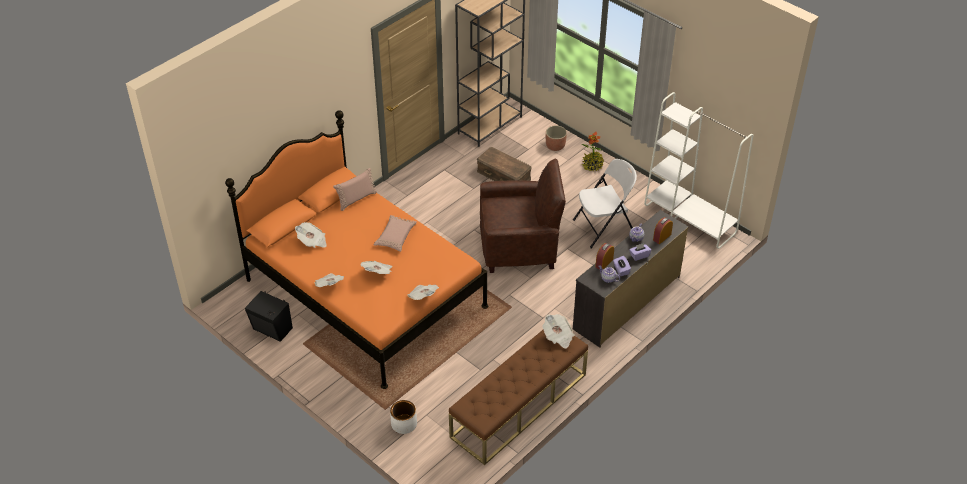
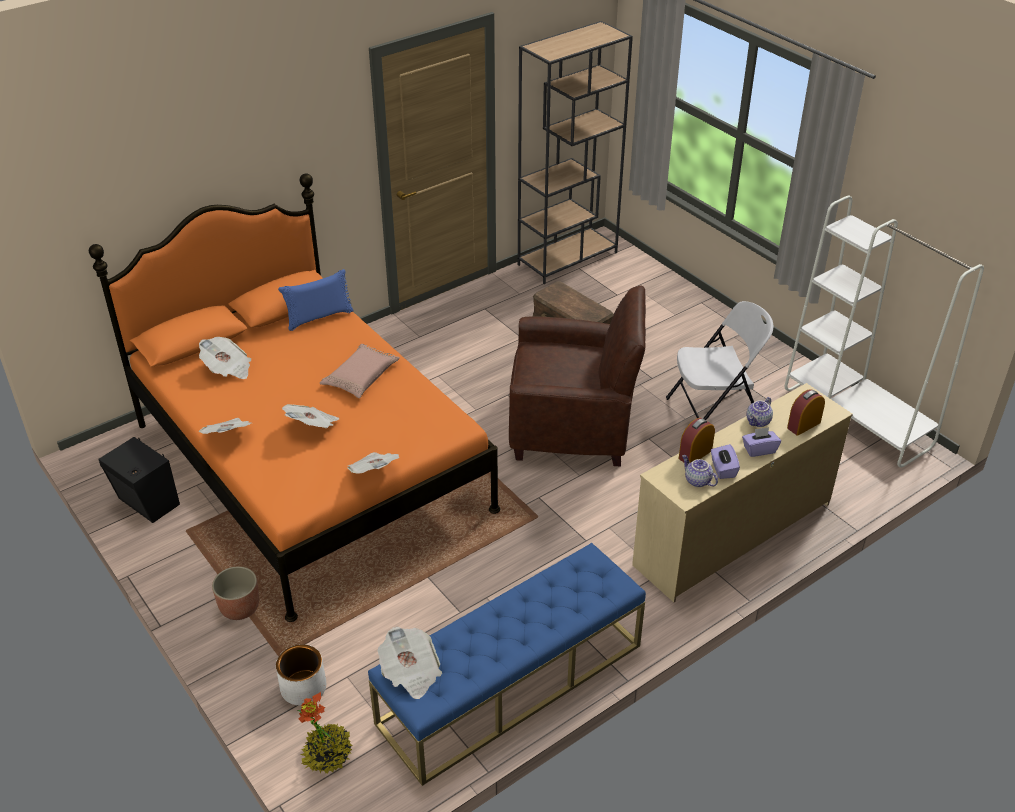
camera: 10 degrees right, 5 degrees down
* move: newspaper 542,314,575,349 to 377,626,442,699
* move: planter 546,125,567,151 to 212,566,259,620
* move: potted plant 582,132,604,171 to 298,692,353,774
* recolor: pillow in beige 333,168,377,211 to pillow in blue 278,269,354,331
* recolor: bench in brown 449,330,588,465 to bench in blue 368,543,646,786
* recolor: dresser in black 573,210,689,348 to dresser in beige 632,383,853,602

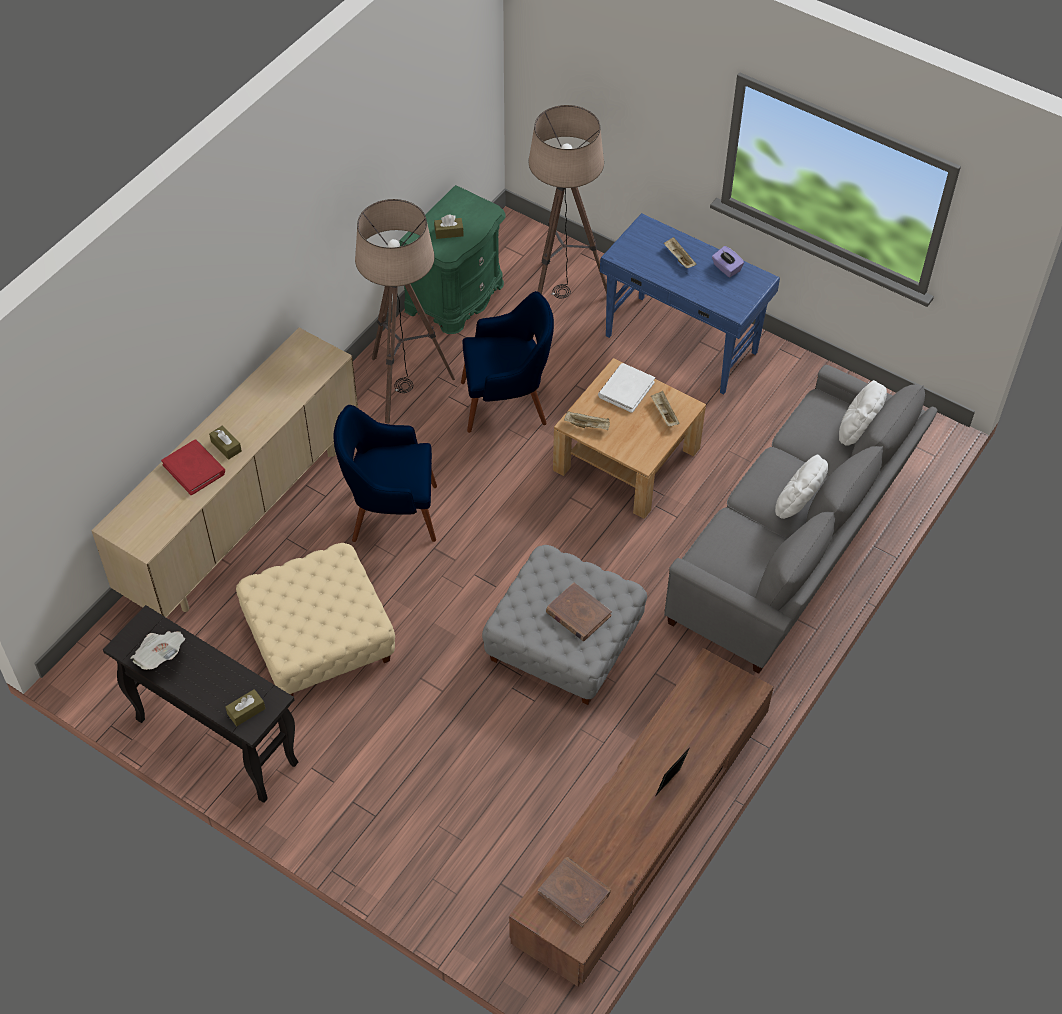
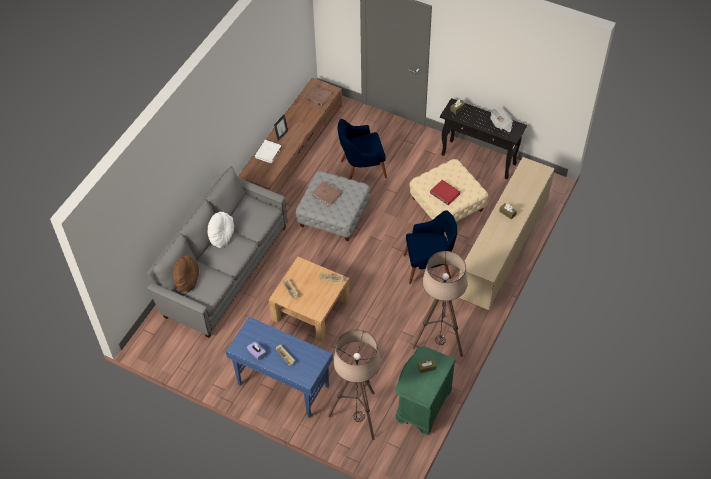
camera: 175 degrees right, 0 degrees up
* move: book in red 161,439,225,495 to 430,180,460,205
* move: armchair in blue 461,291,554,433 to 338,119,387,179
* move: book in white 598,363,655,413 to 255,140,282,163
* recolor: pillow in white 839,380,887,446 to pillow in brown 173,255,199,293

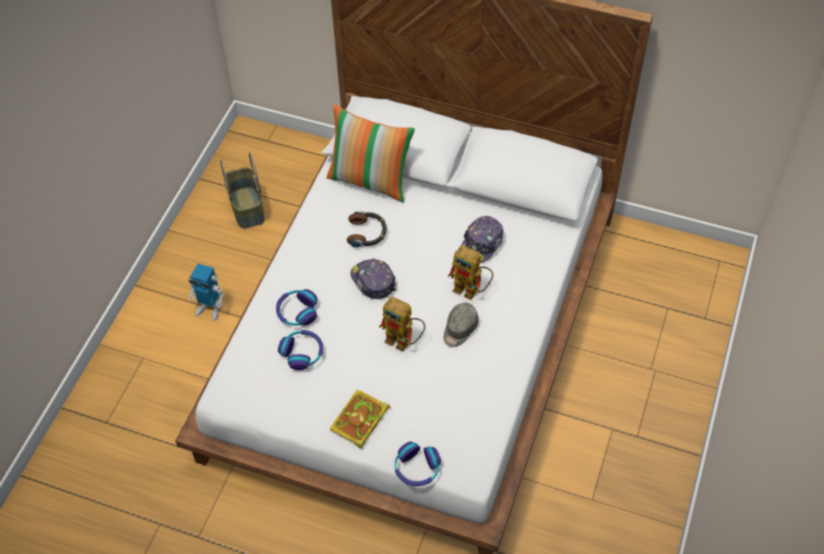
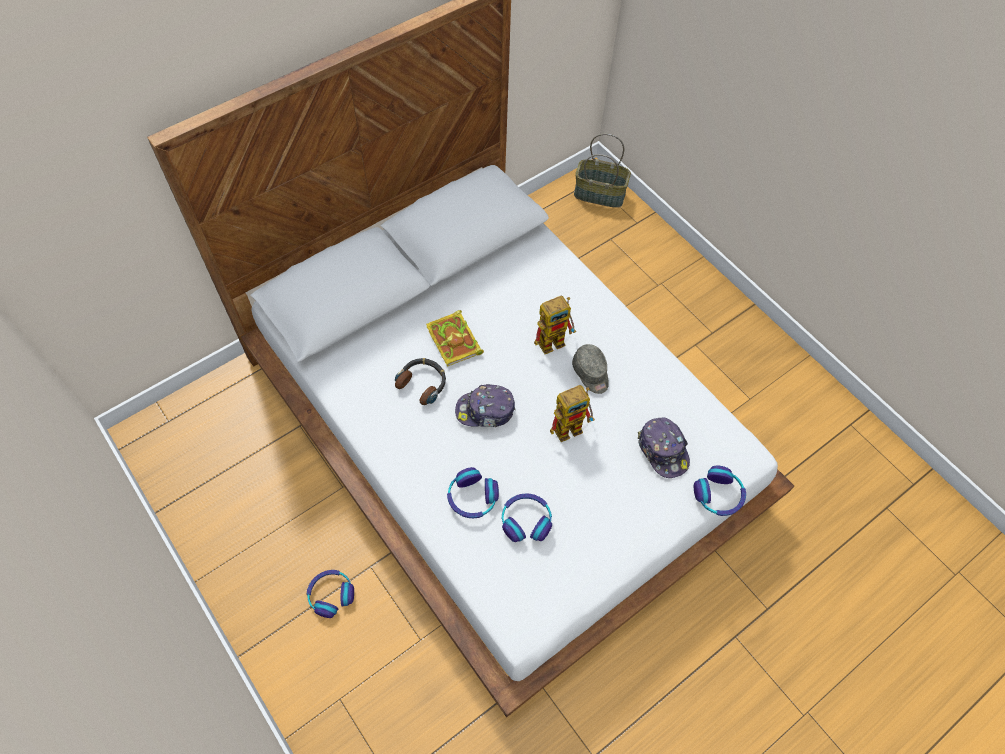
camera: 60 degrees left, 5 degrees up
* delete: pillow 327,104,415,203
* move: basket 220,152,265,229 to 574,134,631,208
* move: book 330,389,390,449 to 426,310,484,367
* move: cap 462,216,503,263 to 638,418,690,478
* replace: toy robot 188,264,225,321 to headphones 307,570,354,618

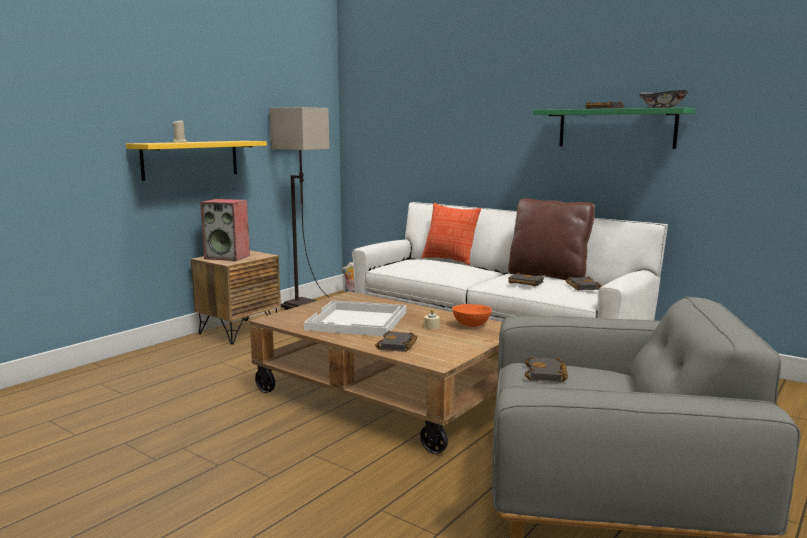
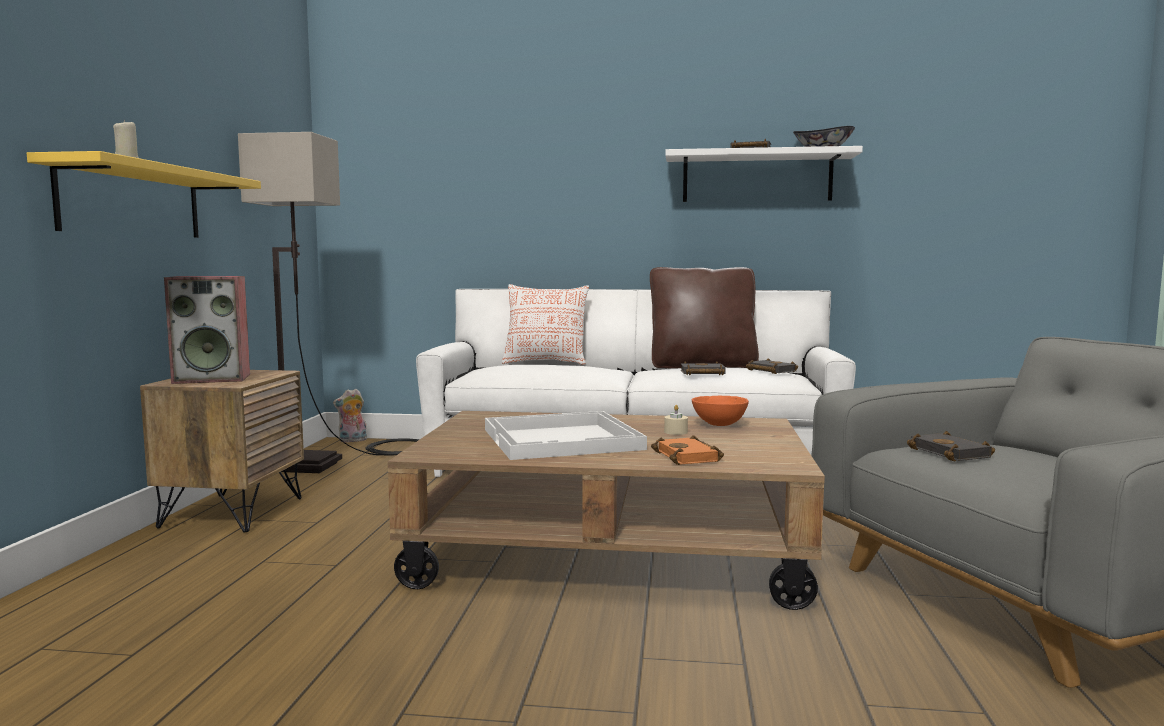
camera: 30 degrees left, 5 degrees down
* recolor: book in black 375,331,417,352 to book in orange 651,435,724,465
* recolor: pillow in orange 422,203,481,265 to pillow in white 502,284,589,365
* recolor: shelf in green 533,108,695,149 to shelf in white 665,146,863,202

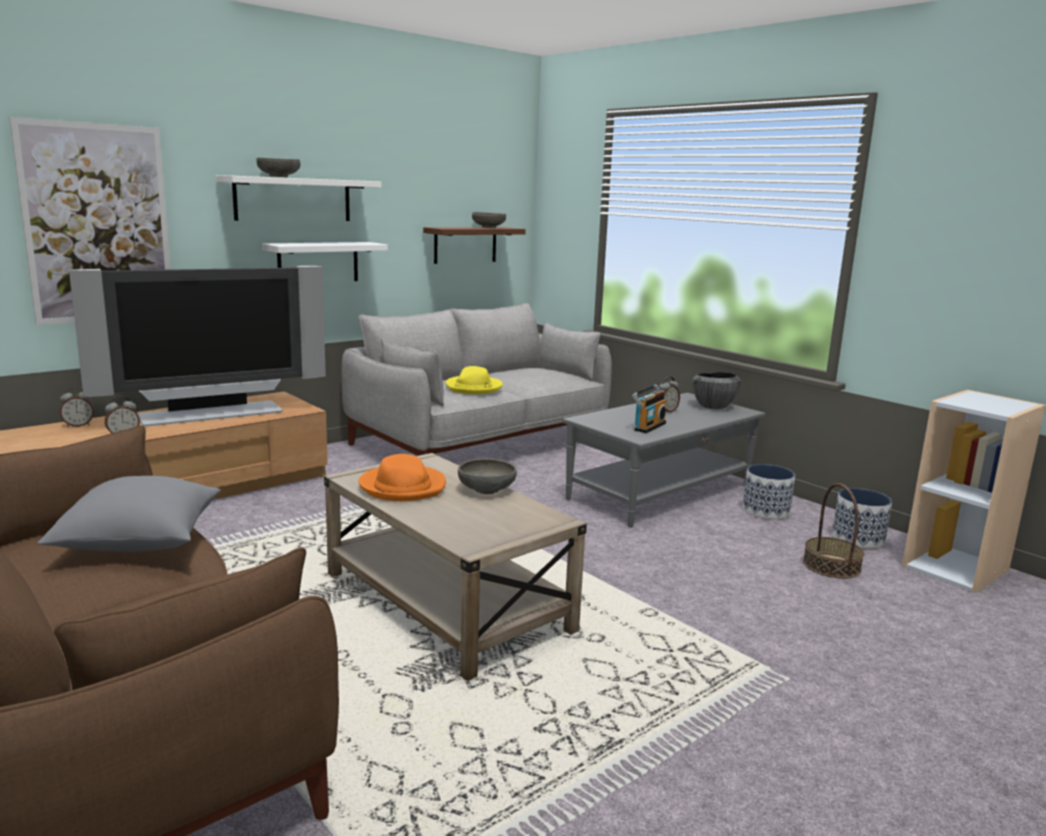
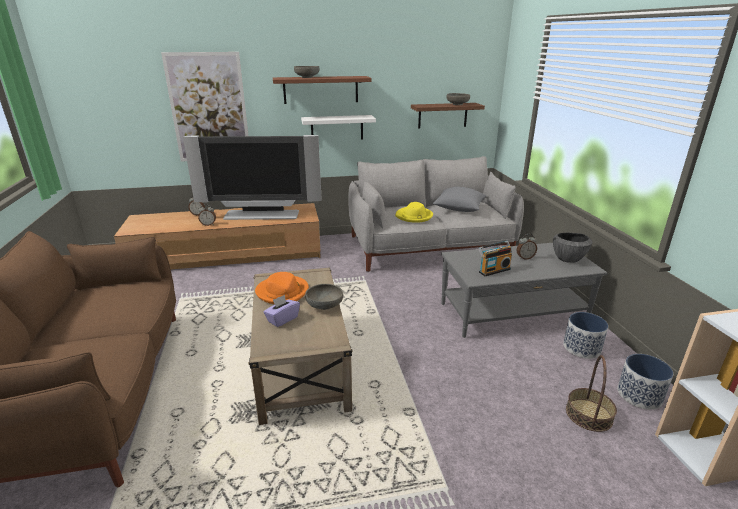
camera: 30 degrees right, 10 degrees up
* insert: tissue box in purple 263,295,300,327
* move: pillow in grey 37,476,221,552 to 433,187,486,212
* recolor: shelf in white 215,175,381,221 to shelf in brown 273,76,372,104

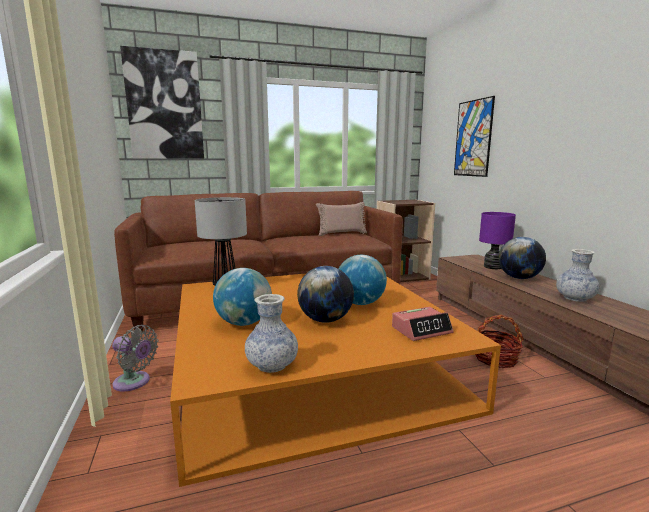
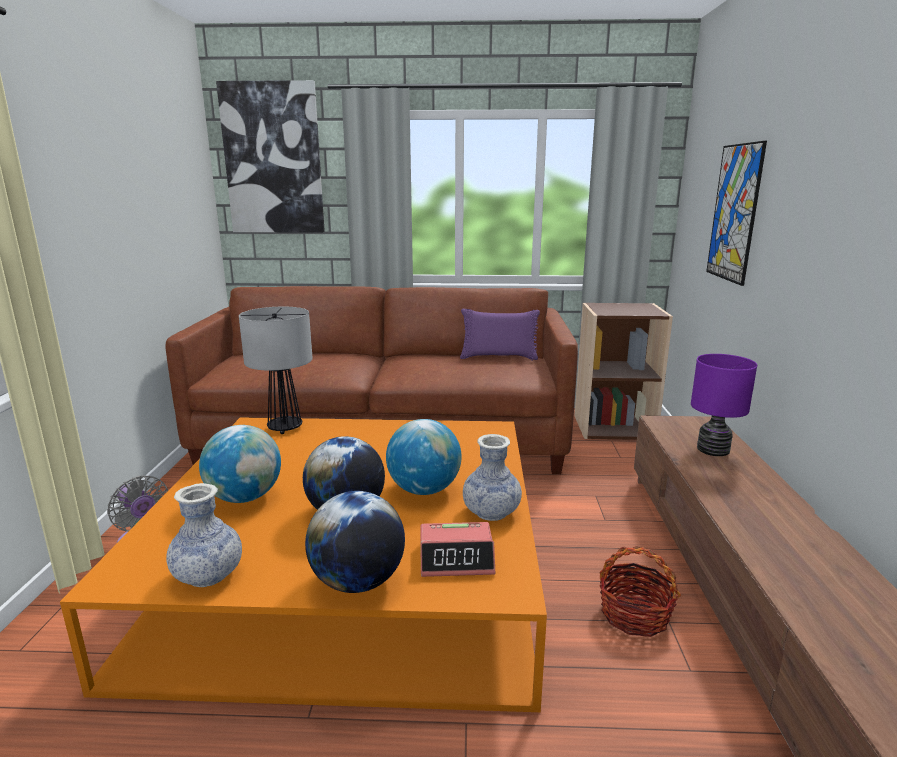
camera: 20 degrees right, 5 degrees up
* move: globe 499,237,546,279 to 305,491,405,593
* move: vase 556,249,600,302 to 463,434,522,521
* recolor: pillow in beige 316,202,367,236 to pillow in purple 460,309,540,360

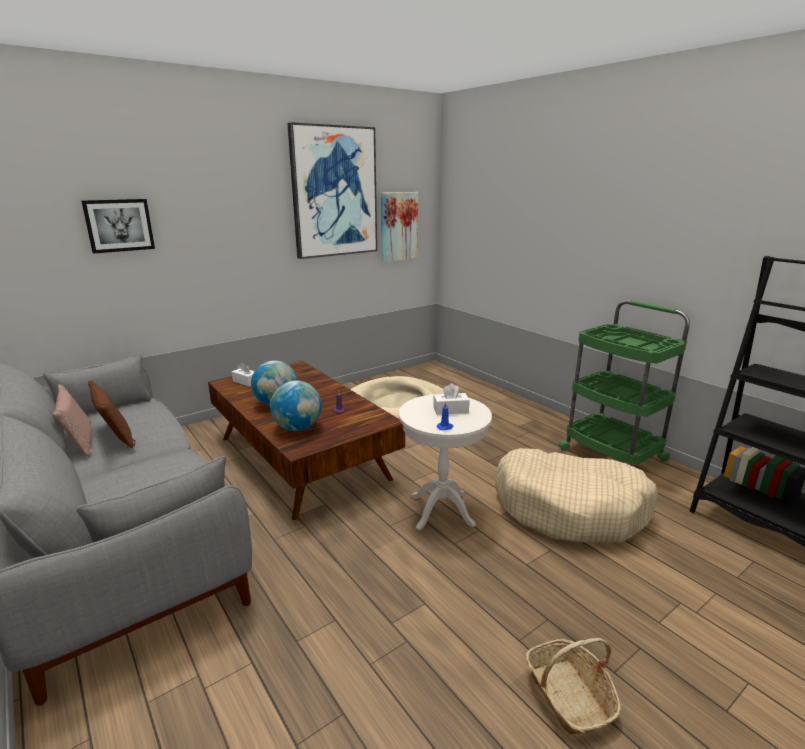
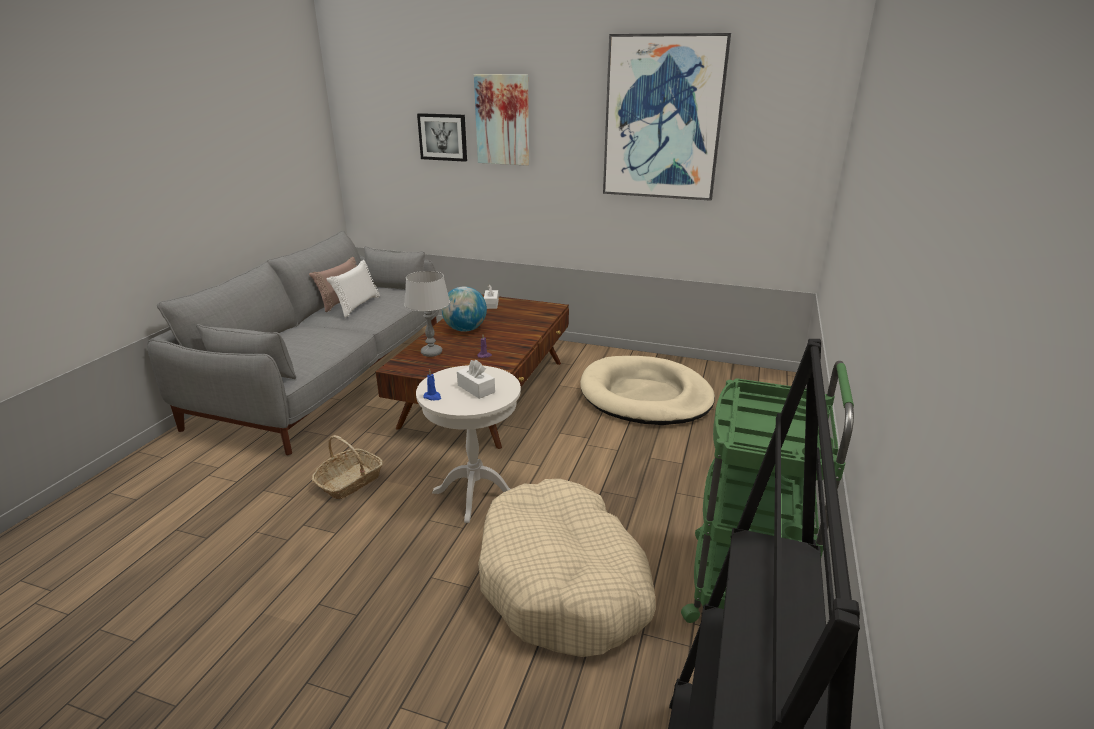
camera: 55 degrees right, 5 degrees up
* move: picture 381,192,418,262 to 474,74,529,166
* move: basket 525,638,621,734 to 312,435,383,499
* replace: globe 270,380,322,431 to table lamp in grey 404,271,450,357
* recolor: pillow in brown 88,381,136,448 to pillow in white 327,260,380,318

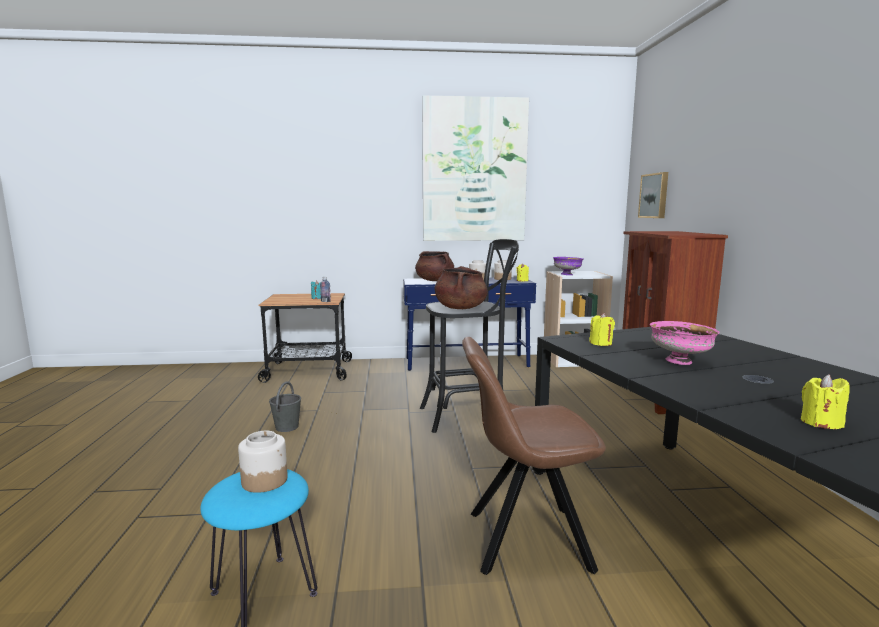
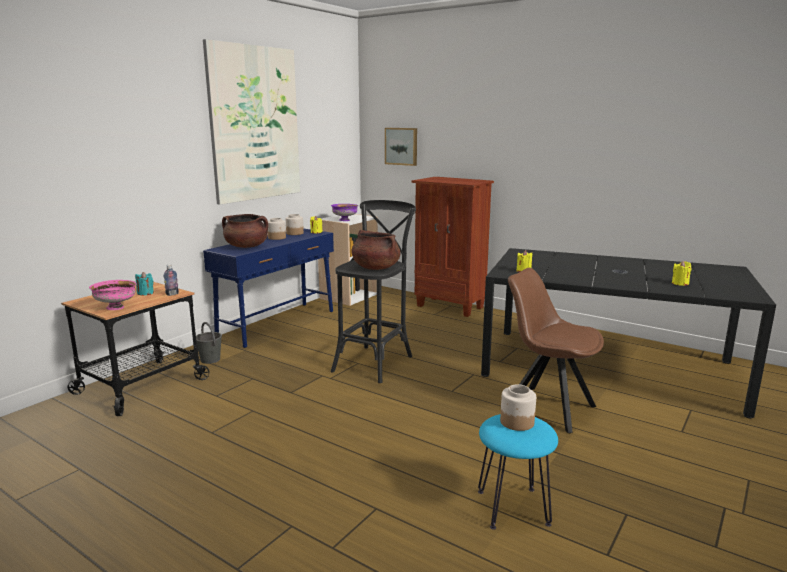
camera: 50 degrees left, 5 degrees up
* move: bucket in grey 269,382,301,432 to 196,322,222,364
* move: bowl in pink 650,321,720,365 to 89,280,137,310
* rotate: chair in brown 462,337,606,575 = 508,268,604,433 90 degrees clockwise

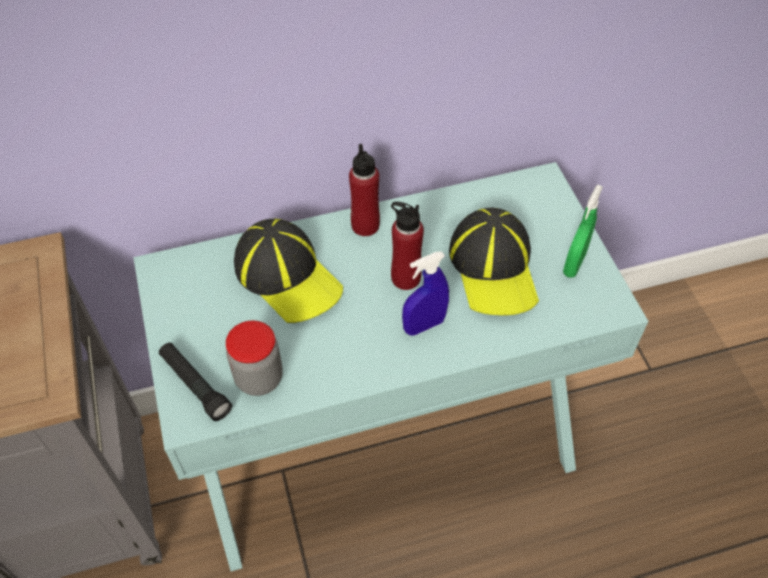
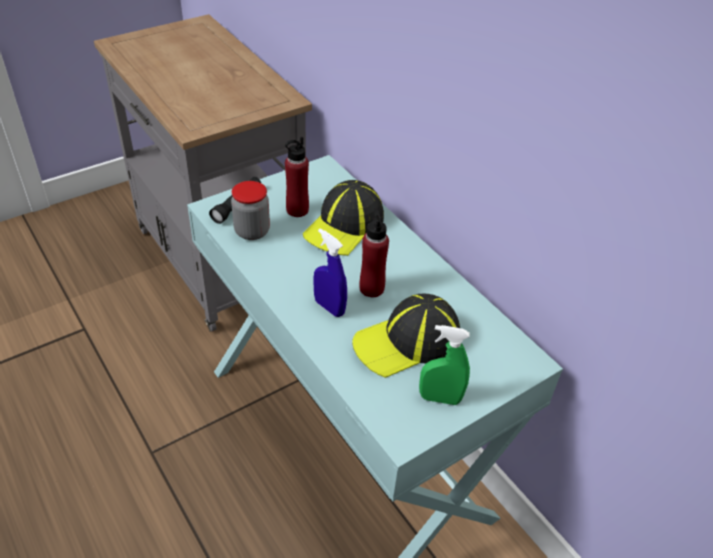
camera: 70 degrees right, 10 degrees down
* move: bottle in red 349,144,380,236 to 285,137,309,217

